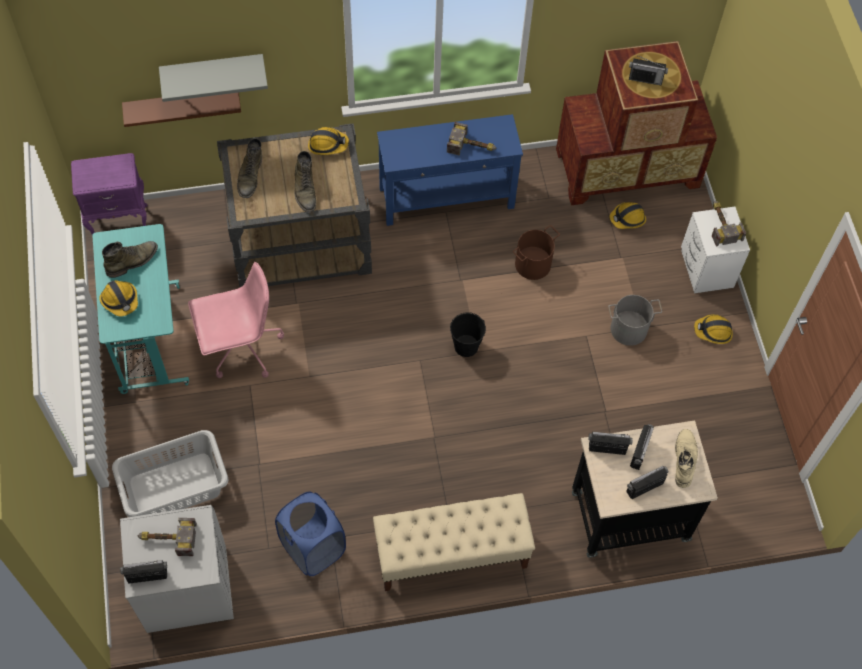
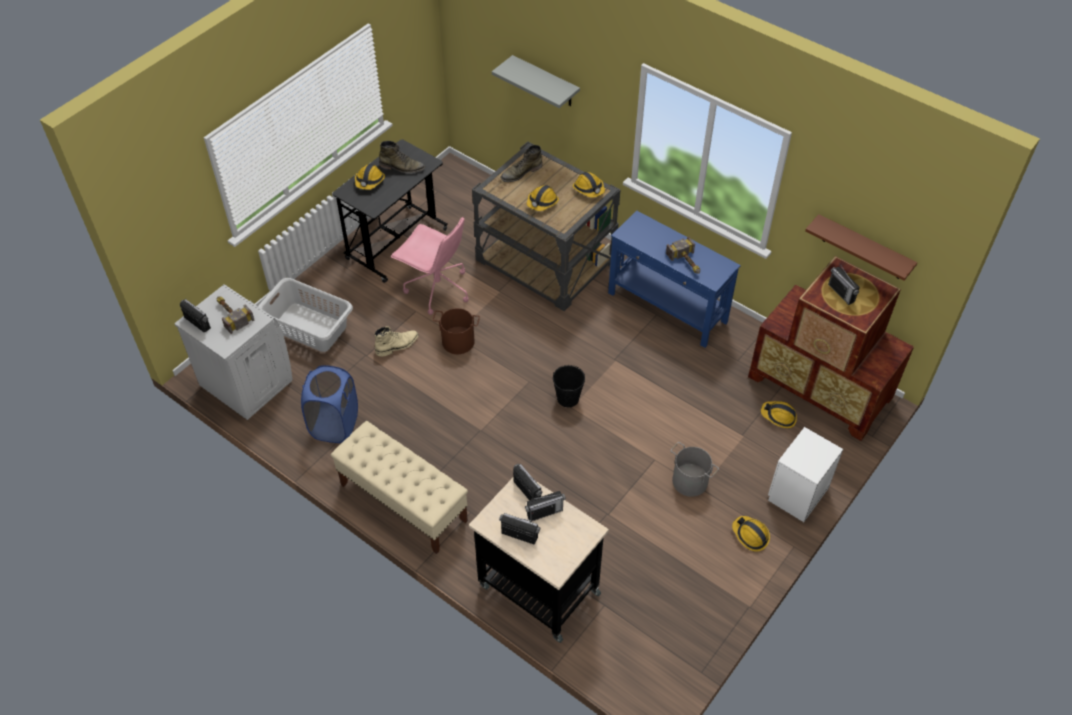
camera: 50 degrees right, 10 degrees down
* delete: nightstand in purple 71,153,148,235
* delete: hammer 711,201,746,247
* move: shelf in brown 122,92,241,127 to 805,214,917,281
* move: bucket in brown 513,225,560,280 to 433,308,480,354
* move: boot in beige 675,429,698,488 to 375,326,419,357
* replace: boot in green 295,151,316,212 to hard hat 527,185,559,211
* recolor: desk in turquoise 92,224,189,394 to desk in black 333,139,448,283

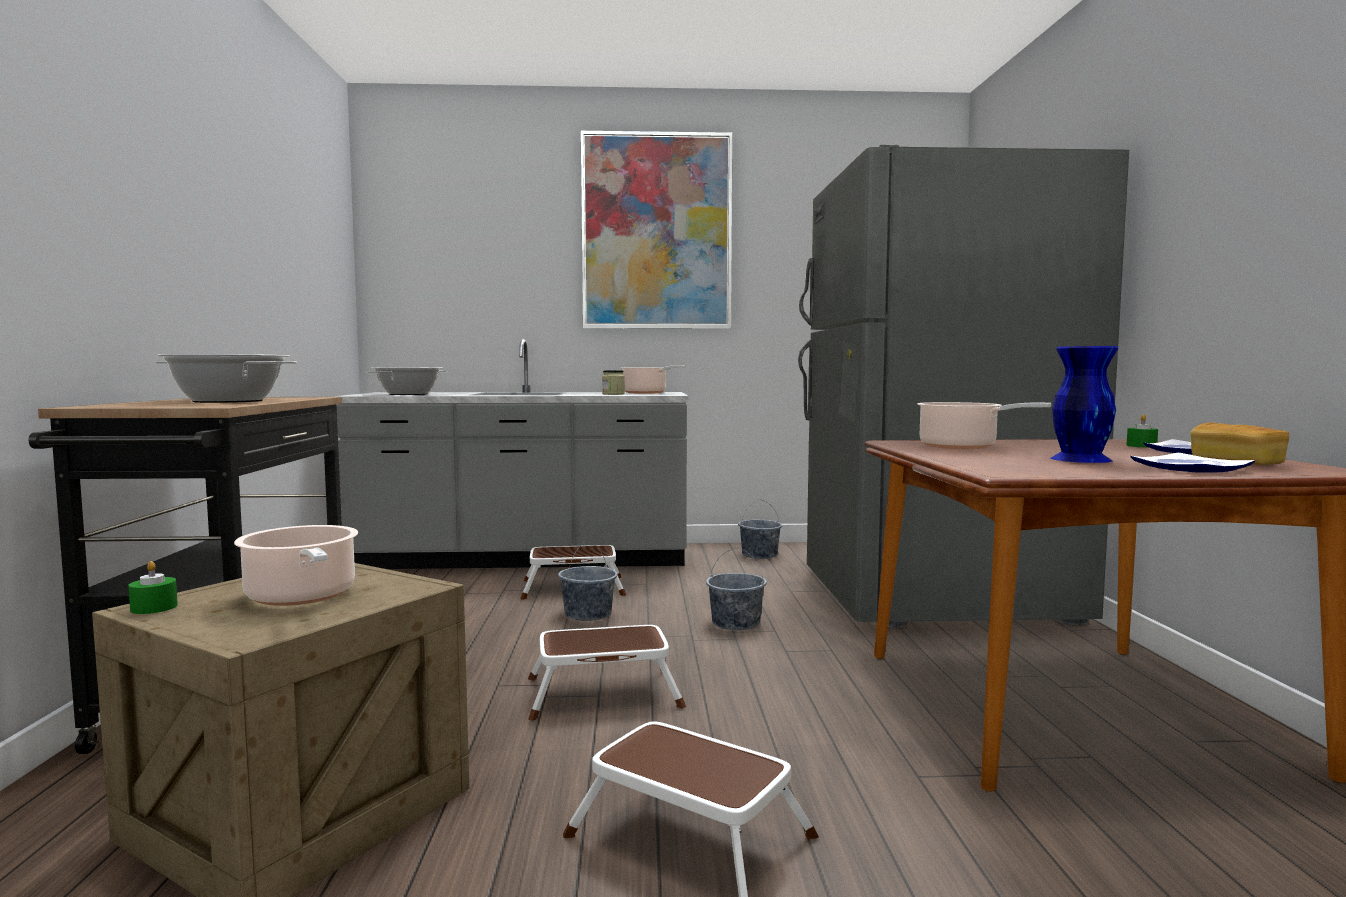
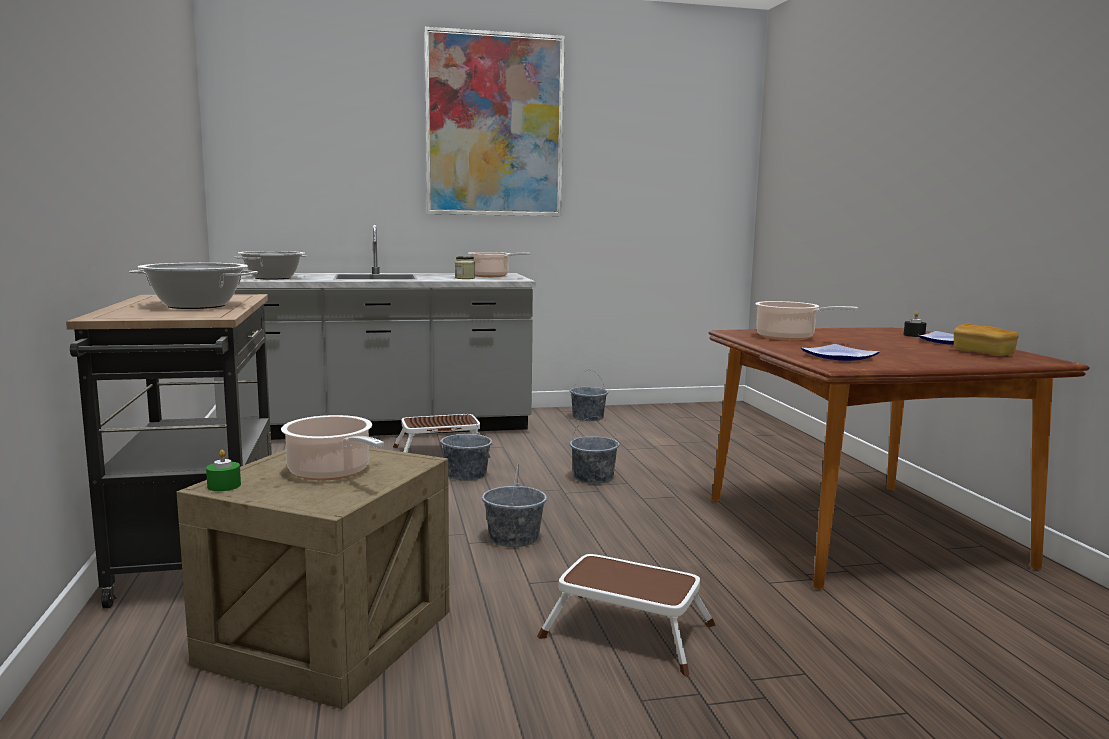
camera: 10 degrees left, 5 degrees up
* delete: fridge in grey 798,145,1129,628
* delete: vase in blue 1051,346,1119,463
* move: plate 1131,453,1255,473 to 801,344,879,361
* replace: step ladder in brown 528,625,686,721 to bucket in grey 482,464,547,547
* recolor: candle in green 1126,414,1158,448 to candle in black 904,312,927,337

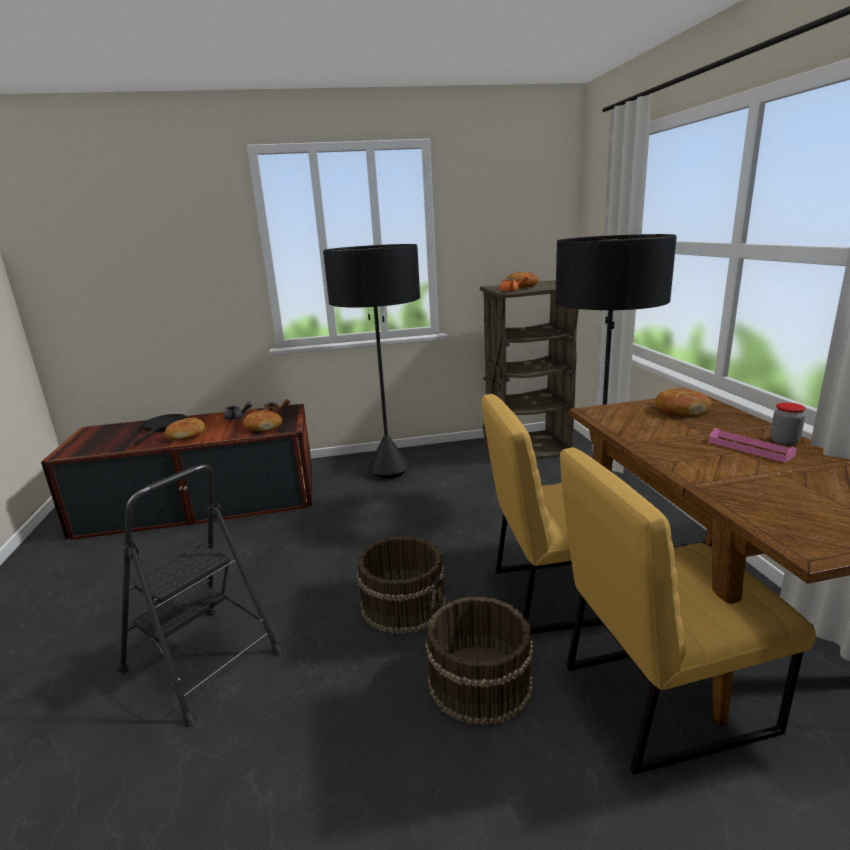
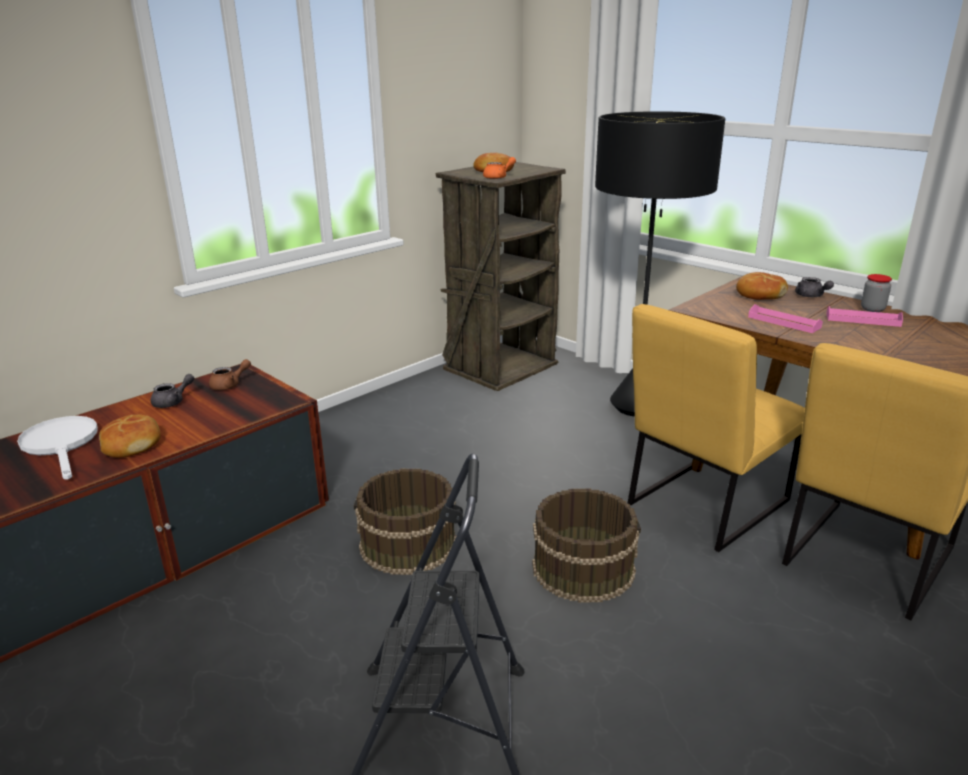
camera: 35 degrees left, 5 degrees up
* delete: bread 243,410,282,432
* delete: floor lamp in black 323,244,420,479
* insert: tray in pink 748,304,823,333
* insert: teapot in grey 795,277,834,297
* move: bucket in brown 425,597,533,726 to 354,469,457,575
* recolor: frying pan in black 134,414,187,445 to frying pan in white 17,416,98,480

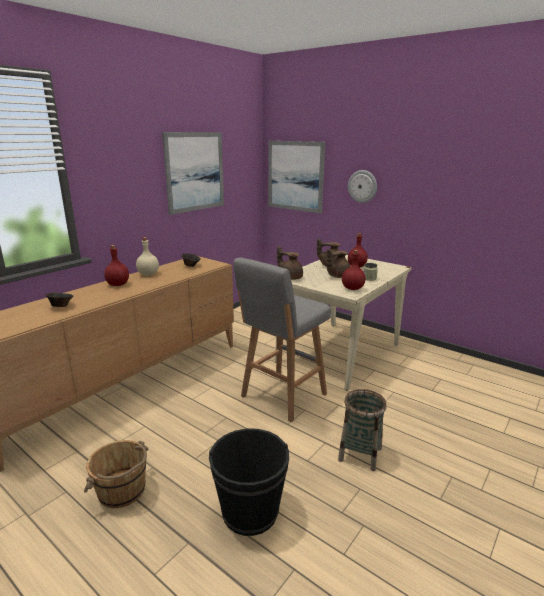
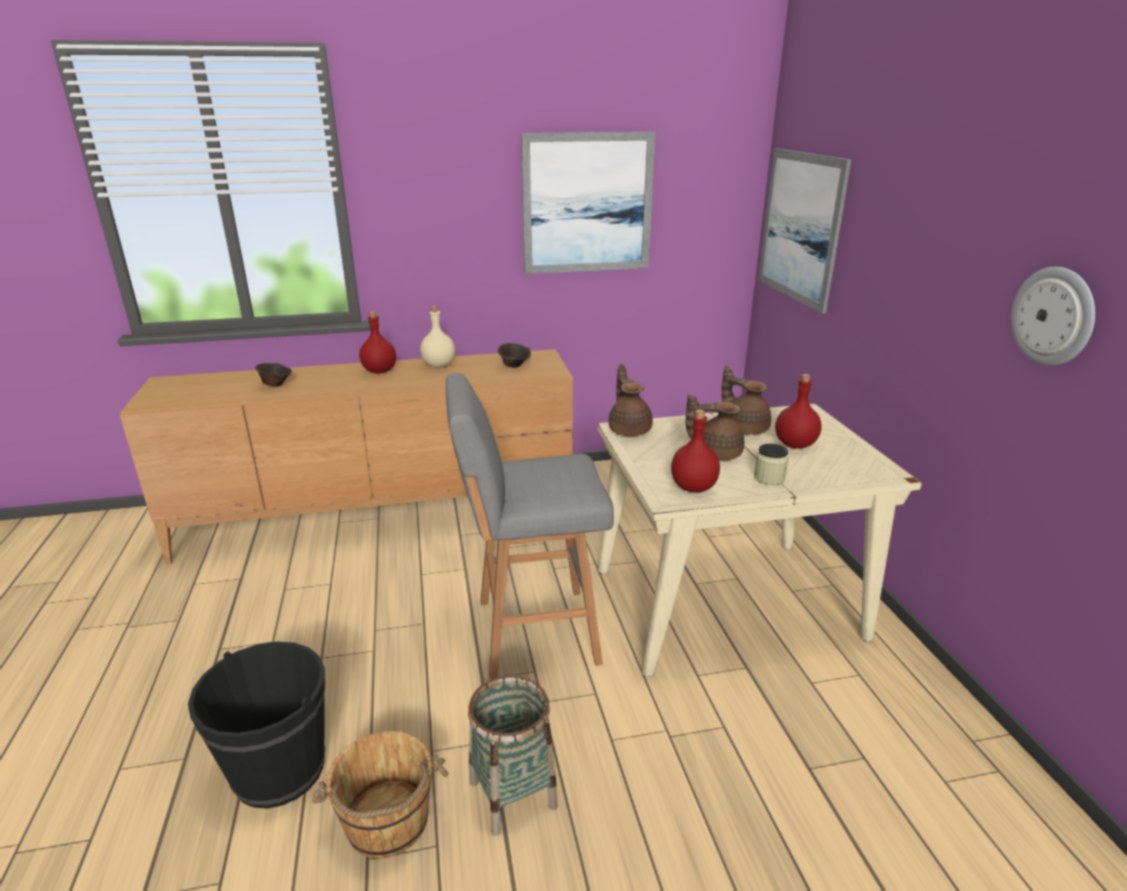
camera: 40 degrees right, 5 degrees up
* move: bucket in brown 84,440,148,508 to 312,731,448,858
* move: wall clock 348,170,377,203 to 1011,267,1095,366

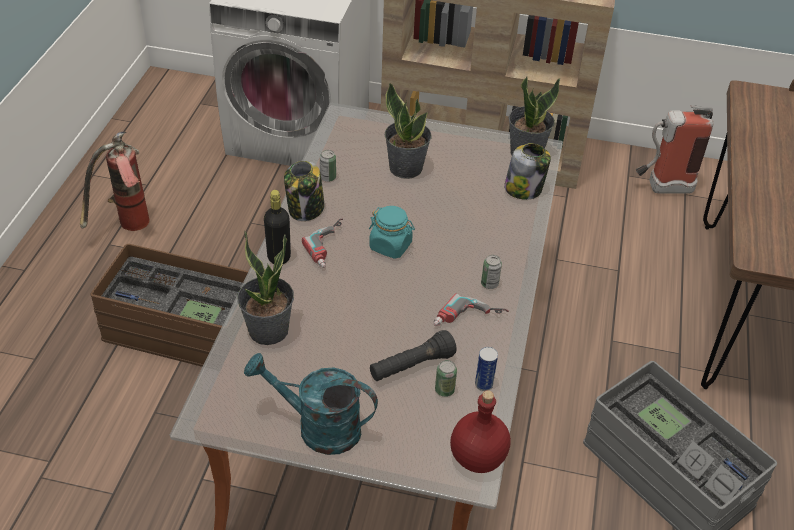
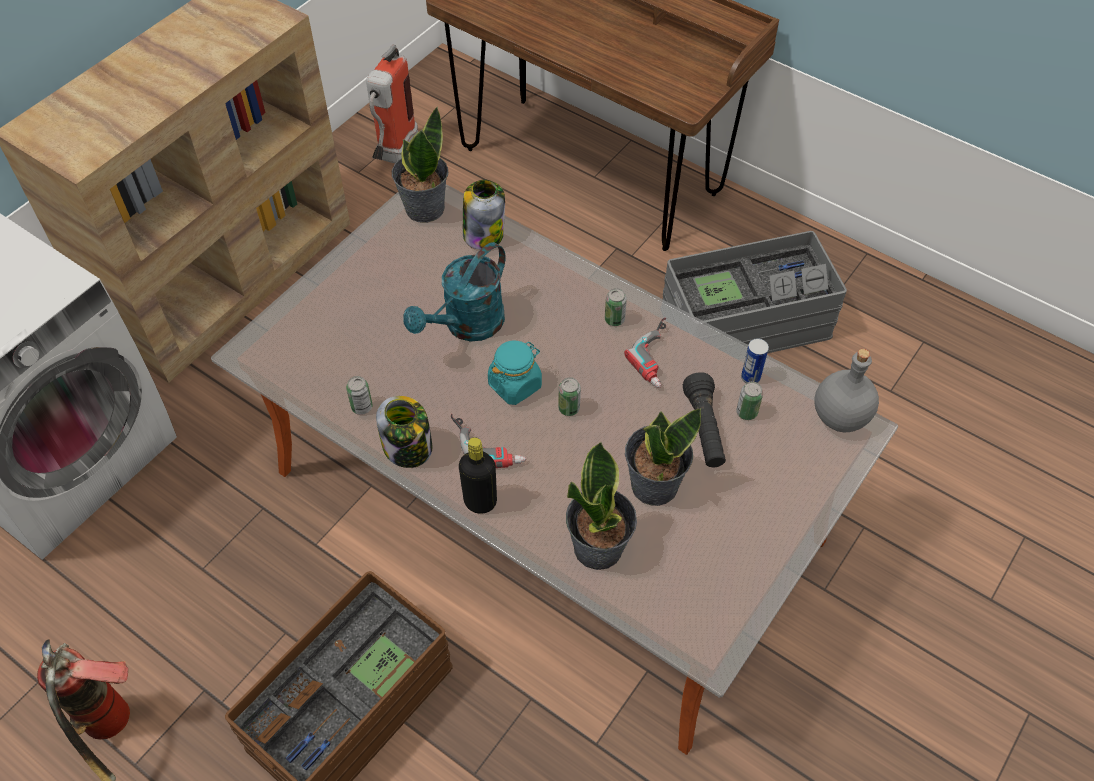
camera: 65 degrees left, 10 degrees up
* insert: can 558,377,581,416
* move: watering can in turquoise 244,353,378,455 to 403,242,506,342
* move: potted plant 385,82,431,179 to 625,408,701,506
* recolor: bottle in red 450,390,511,473 to bottle in grey 814,349,879,432

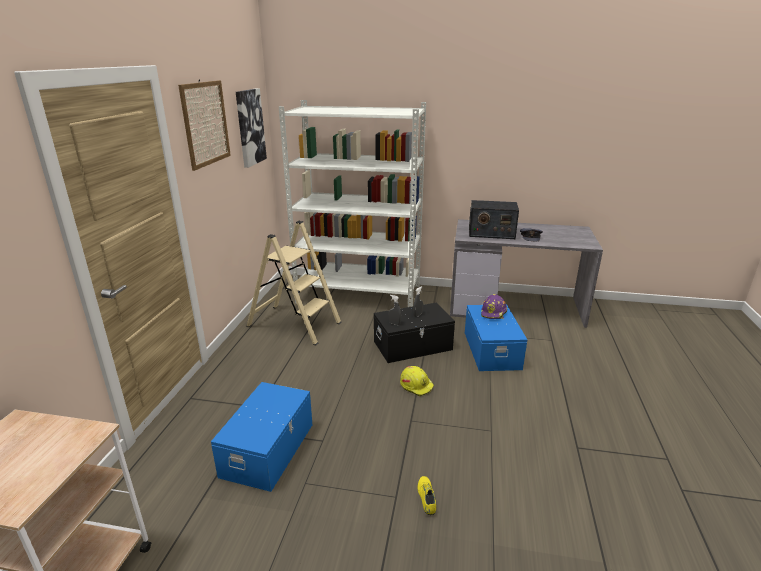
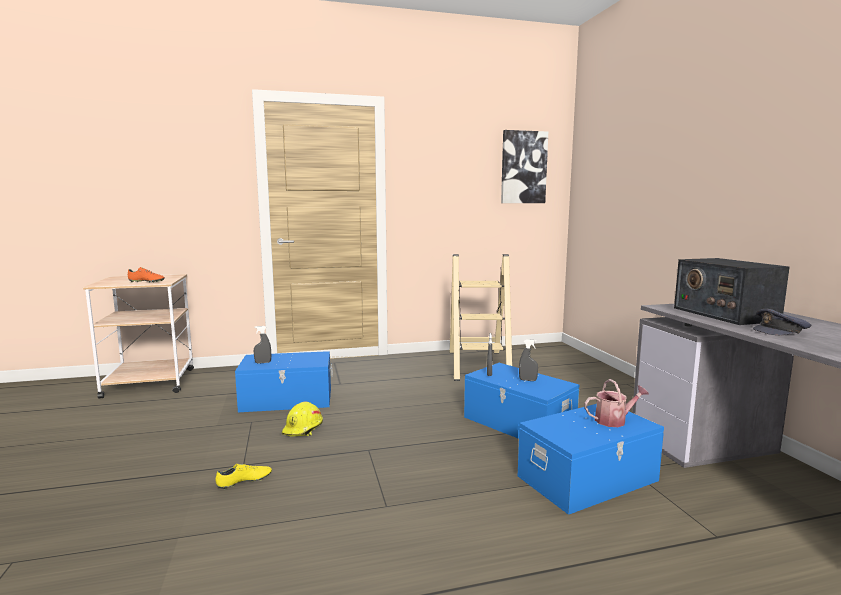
camera: 65 degrees right, 15 degrees down
* delete: picture 178,79,231,171
* delete: bookcase in white 279,100,426,307
* insert: shoe in orange 128,267,165,283
* insert: spray bottle in grey 254,326,271,363
* move: hard hat in yellow 400,366,434,396 to 282,402,323,437
* replace: hard hat in purple 481,294,507,319 to watering can 584,379,649,427
* recolor: storage box in black 374,302,455,363 to storage box in blue 464,363,579,439

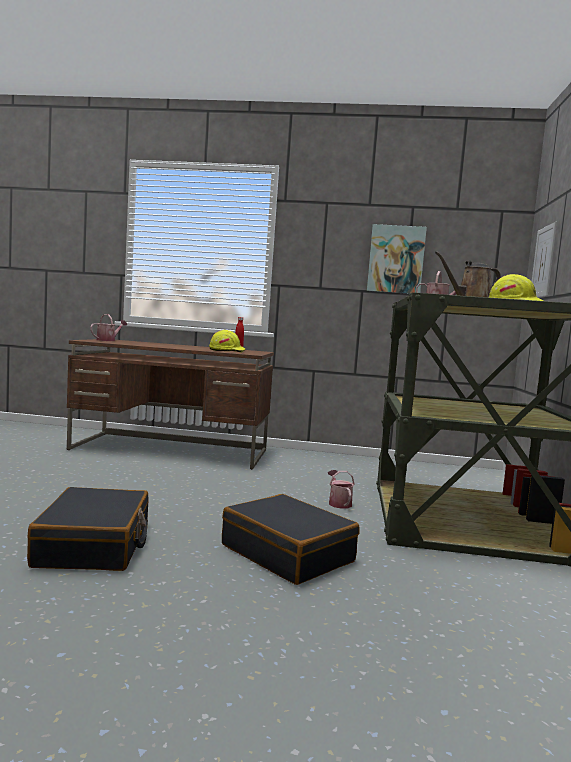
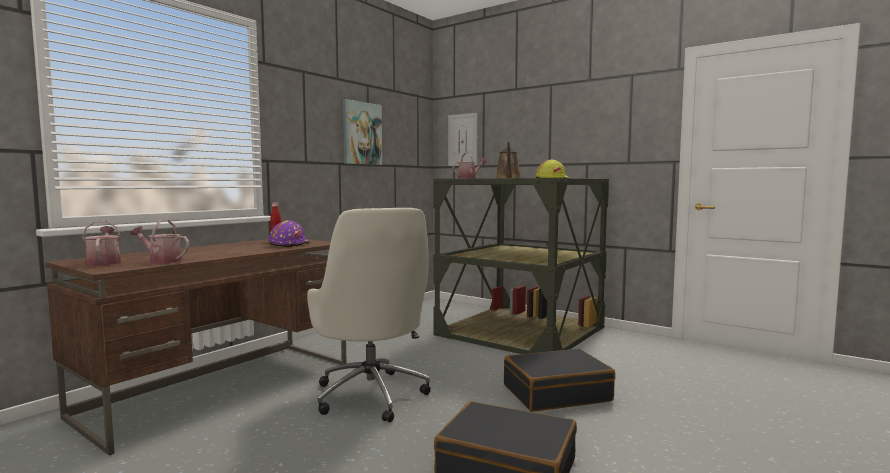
camera: 60 degrees left, 0 degrees up
* insert: office chair in beige 307,208,431,422
* move: watering can 328,470,354,509 to 130,219,189,264
* recolor: hard hat in yellow 209,330,246,353 to hard hat in purple 268,220,310,247

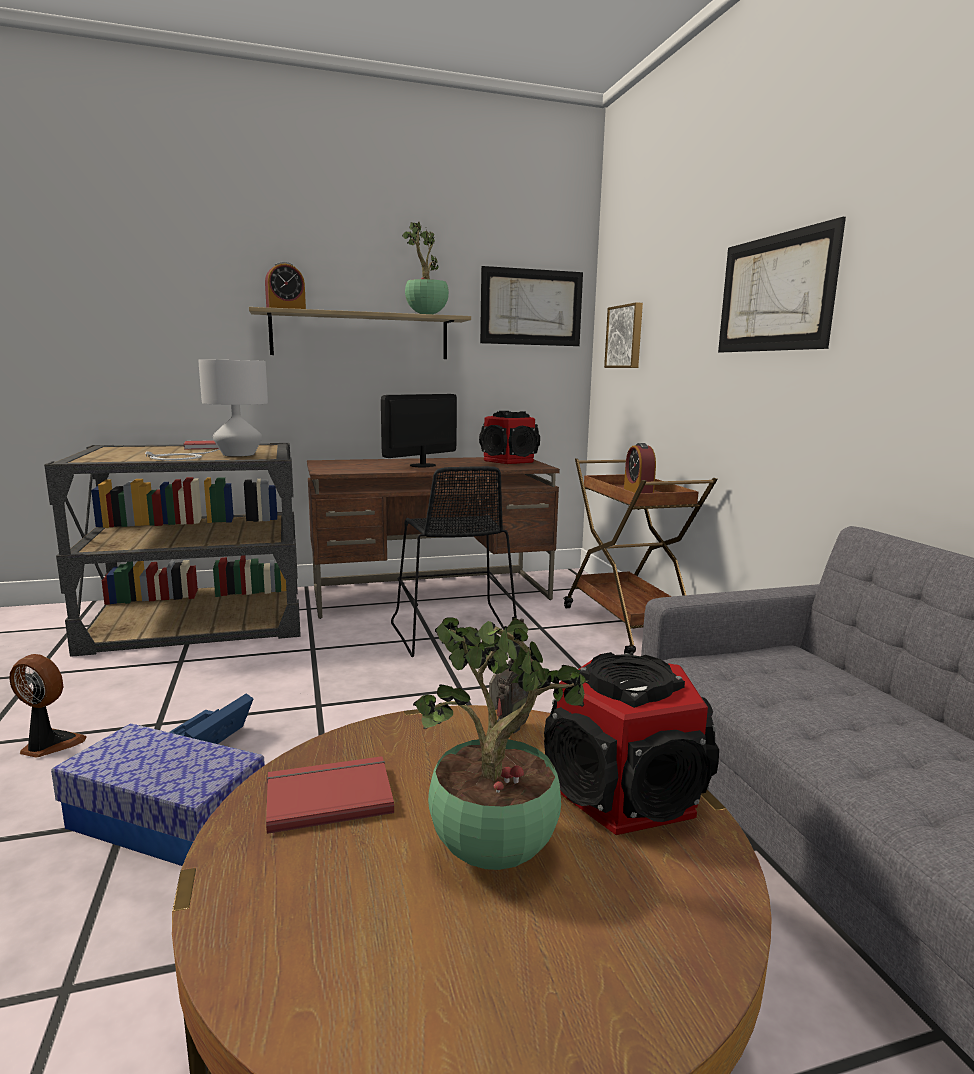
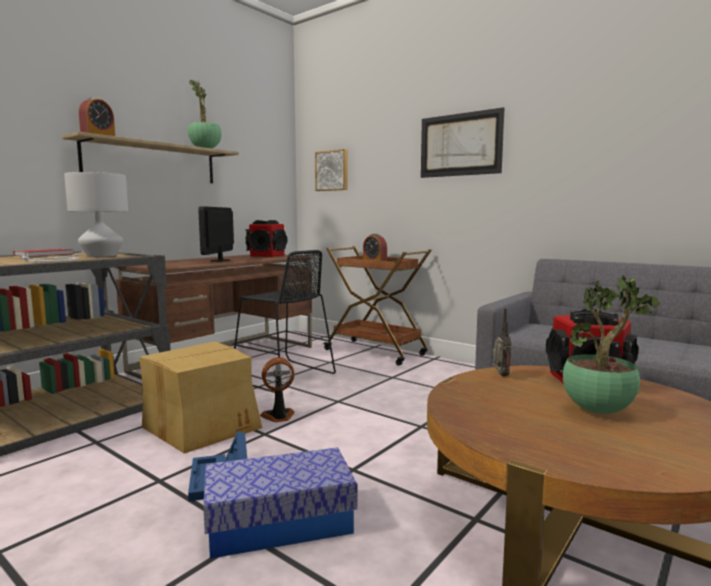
camera: 35 degrees left, 5 degrees down
* delete: book in red 266,756,394,834
* delete: picture 480,266,583,346
* insert: cardboard box 139,341,262,453
* move: fan 9,654,87,758 to 260,357,294,422

